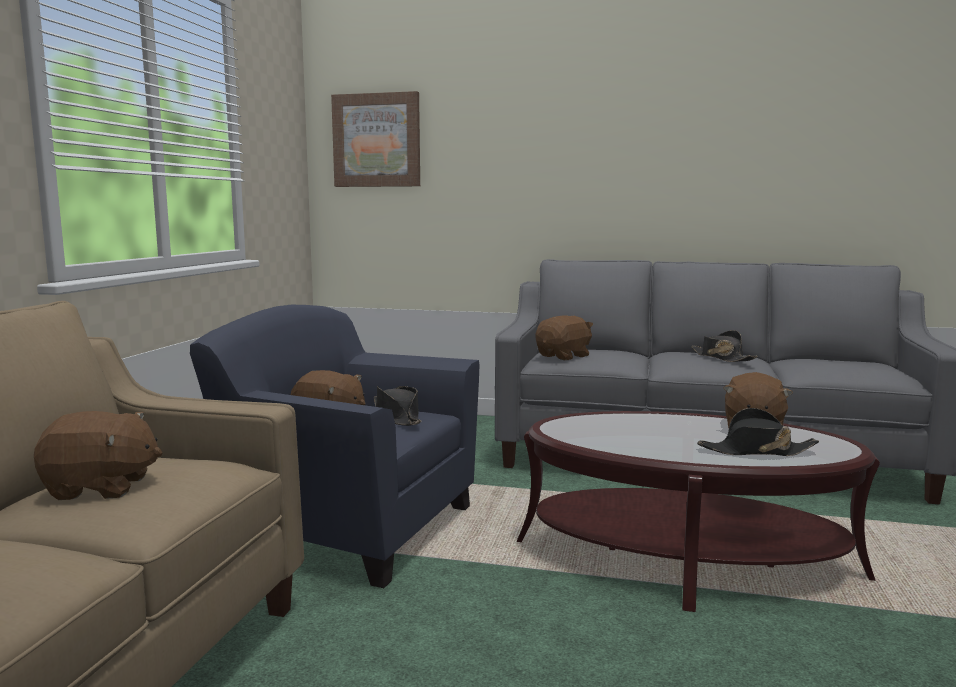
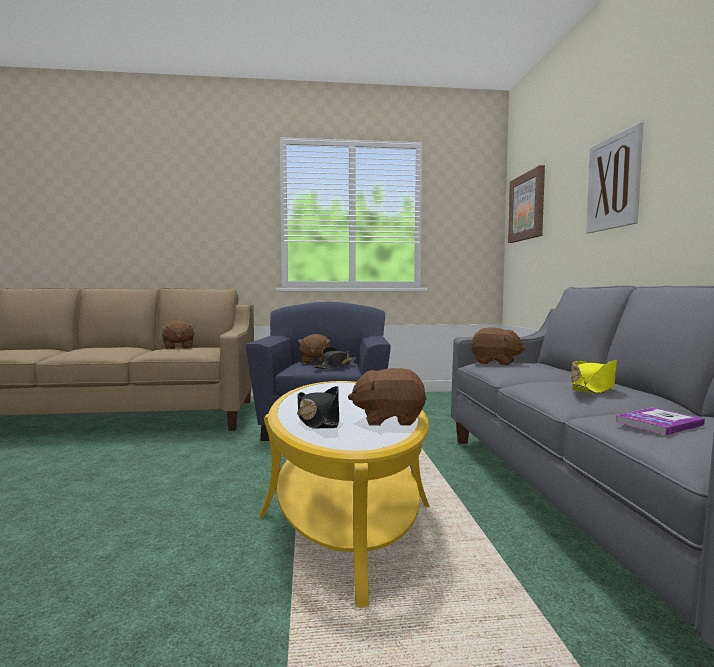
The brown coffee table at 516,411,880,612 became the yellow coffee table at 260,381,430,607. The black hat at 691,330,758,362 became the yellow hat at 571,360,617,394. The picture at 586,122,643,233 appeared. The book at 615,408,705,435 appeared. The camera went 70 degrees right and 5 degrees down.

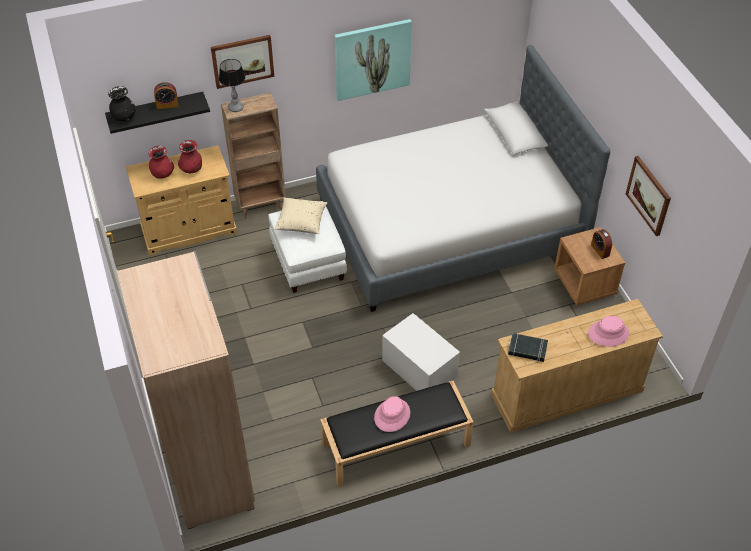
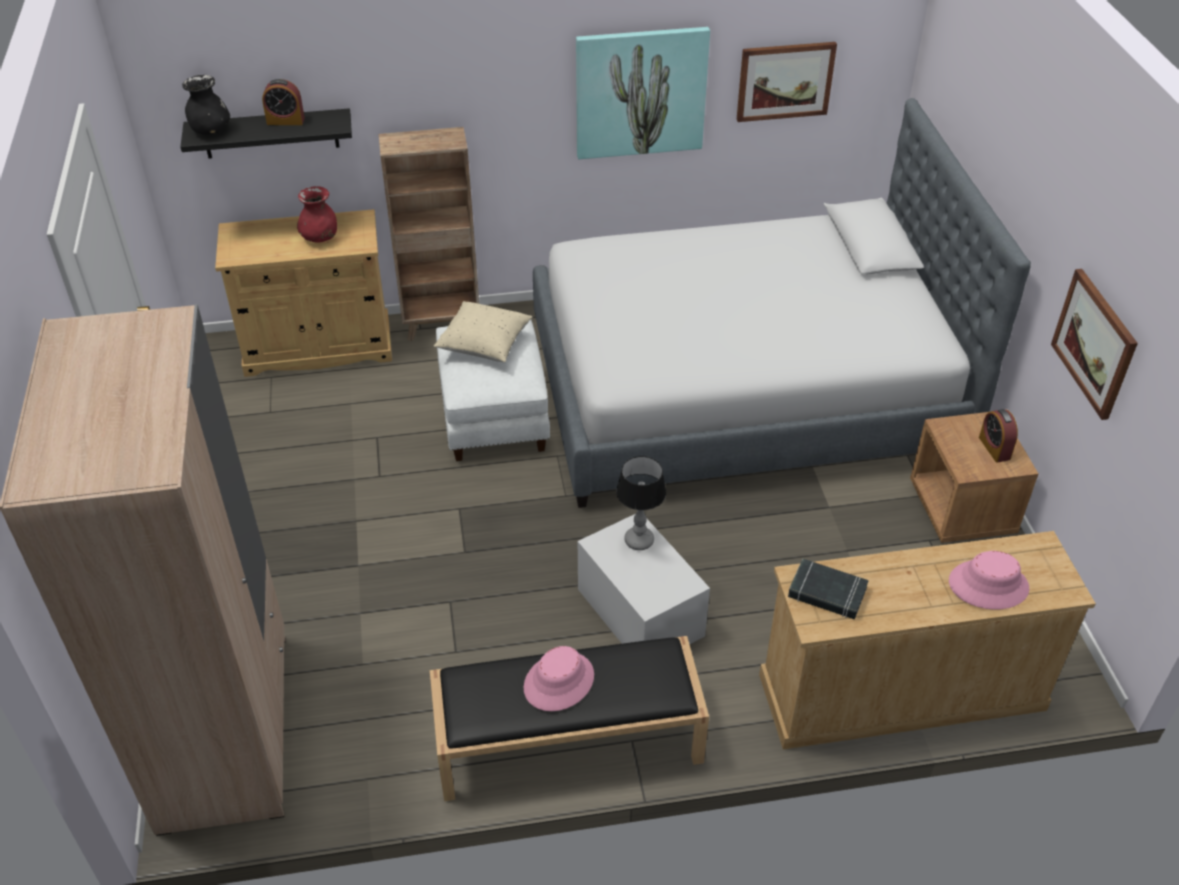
The red vase at 148,146,174,179 disappeared. The picture moved from 211,35,274,89 to 737,42,837,122. The table lamp moved from 219,59,245,112 to 616,456,666,550. The camera went 10 degrees right and 5 degrees down.

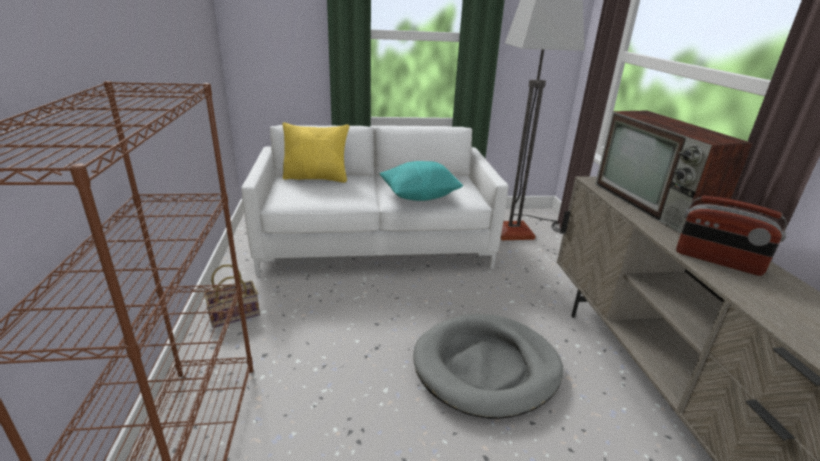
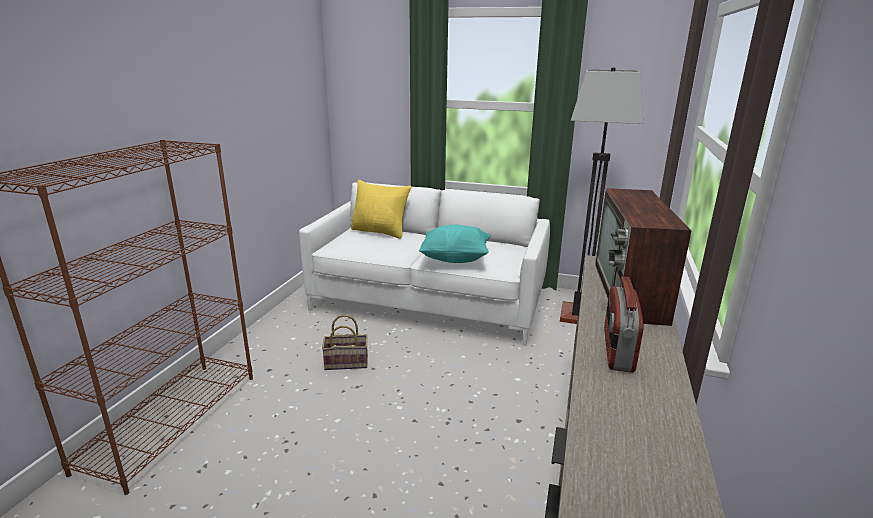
The basket moved from 204,264,260,328 to 322,315,368,370. The grey dog bed at 413,314,564,419 disappeared. The radio at 676,195,787,276 turned 45 degrees clockwise. The camera went 25 degrees right and 5 degrees down.

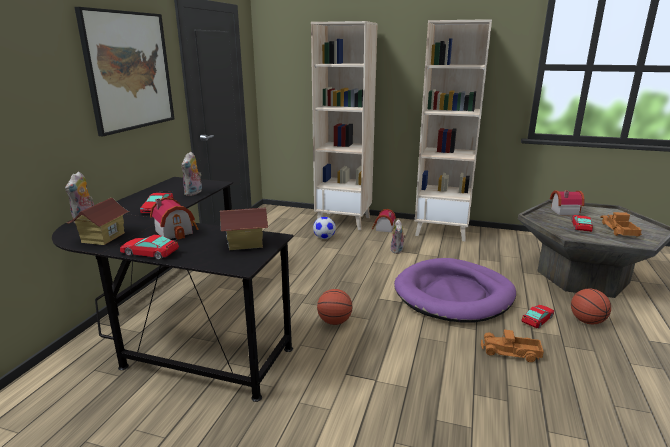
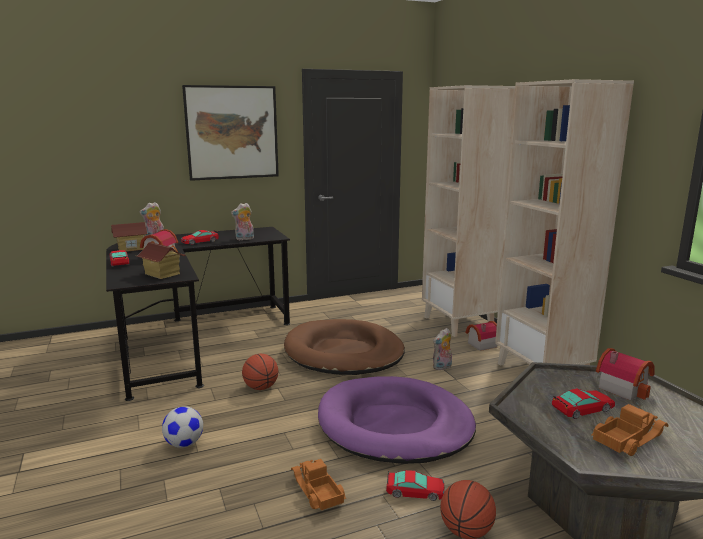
The football moved from 313,217,336,239 to 162,406,203,448. The brown dog bed at 284,319,405,375 appeared. The camera went 50 degrees right and 5 degrees down.

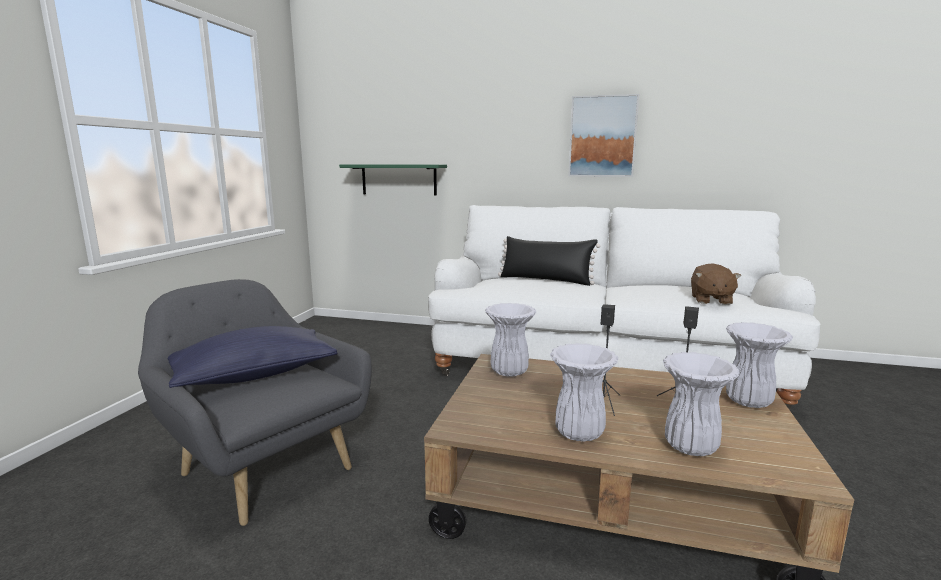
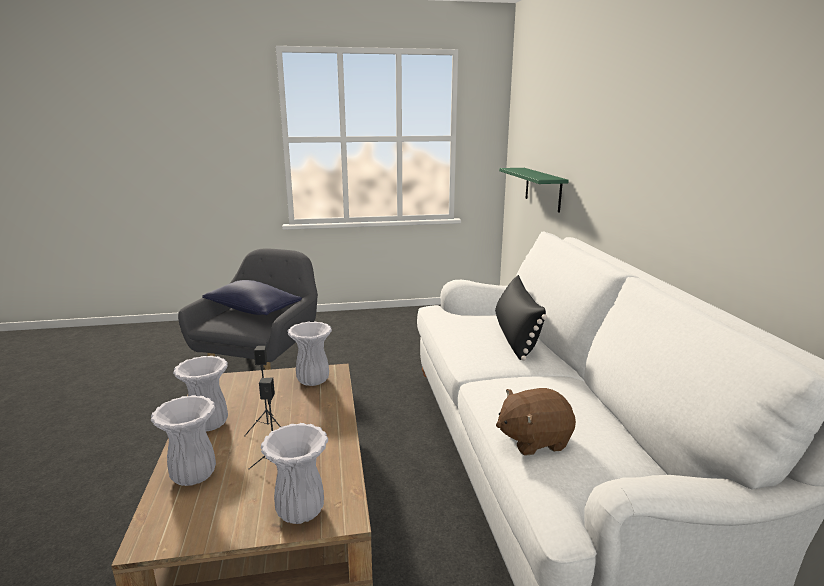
The picture at 568,94,639,177 disappeared. The camera went 65 degrees right and 5 degrees up.

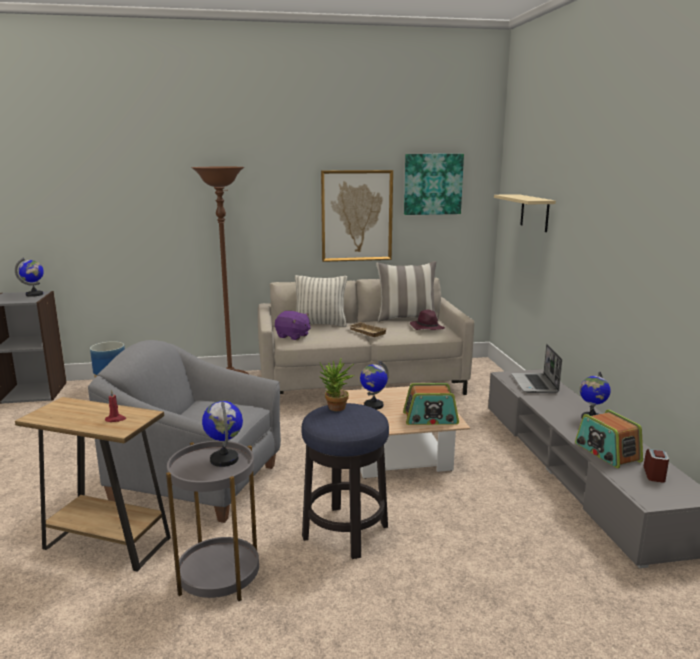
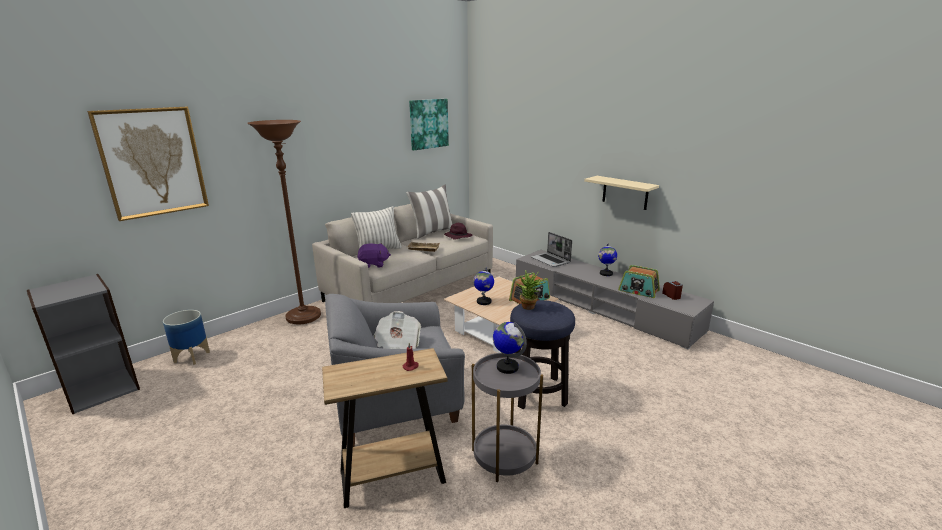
The globe at 15,258,44,297 disappeared. The picture moved from 321,170,393,262 to 87,107,209,221. The beige shelf moved from 494,194,556,232 to 584,176,659,210. The newspaper at 374,311,421,349 appeared. The camera went 35 degrees left and 5 degrees up.

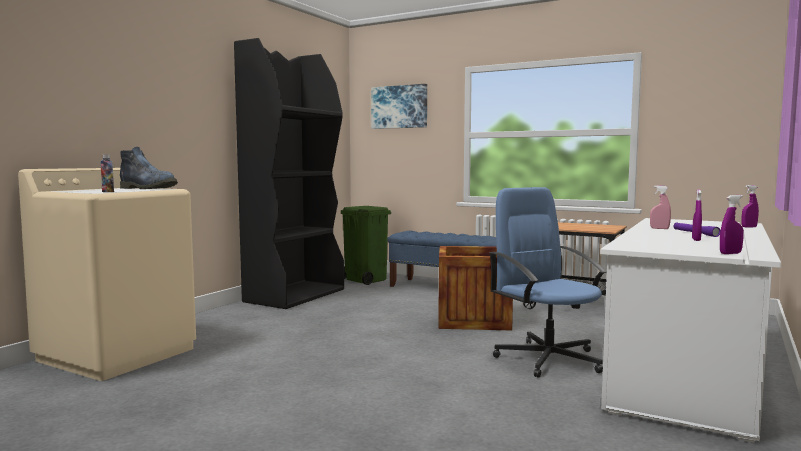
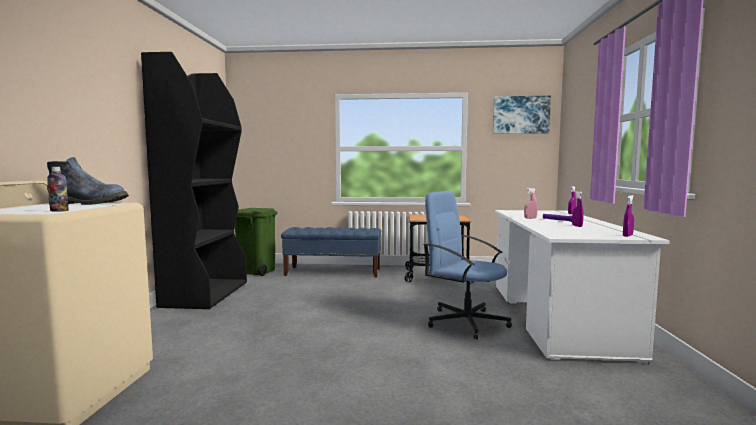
The picture moved from 371,84,427,129 to 493,96,551,134. The crate at 438,246,513,330 disappeared. The camera went 25 degrees left and 0 degrees up.

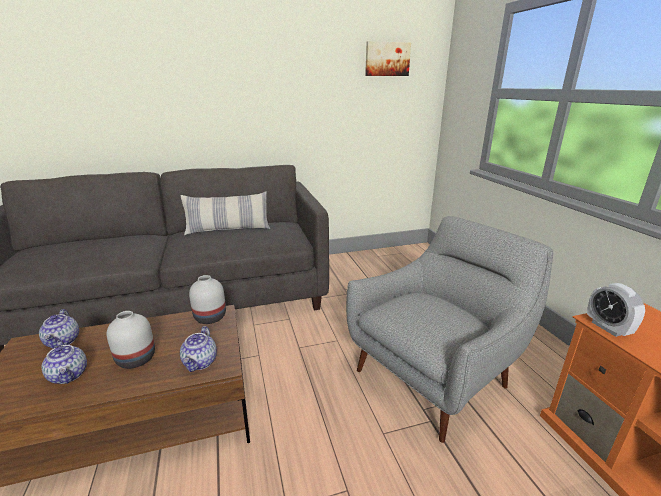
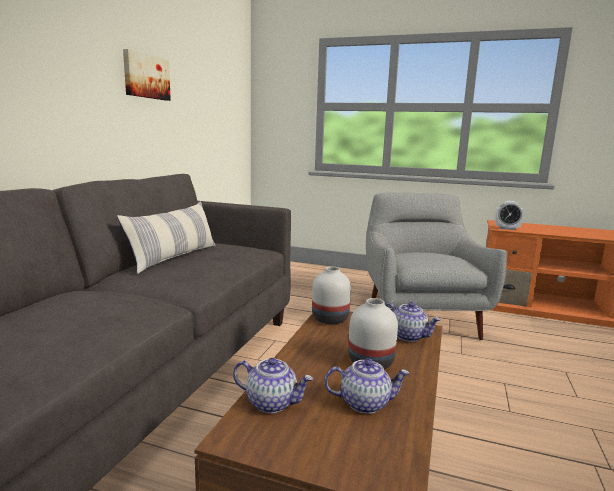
The picture moved from 365,41,411,76 to 123,49,171,101. The camera went 55 degrees left and 10 degrees down.

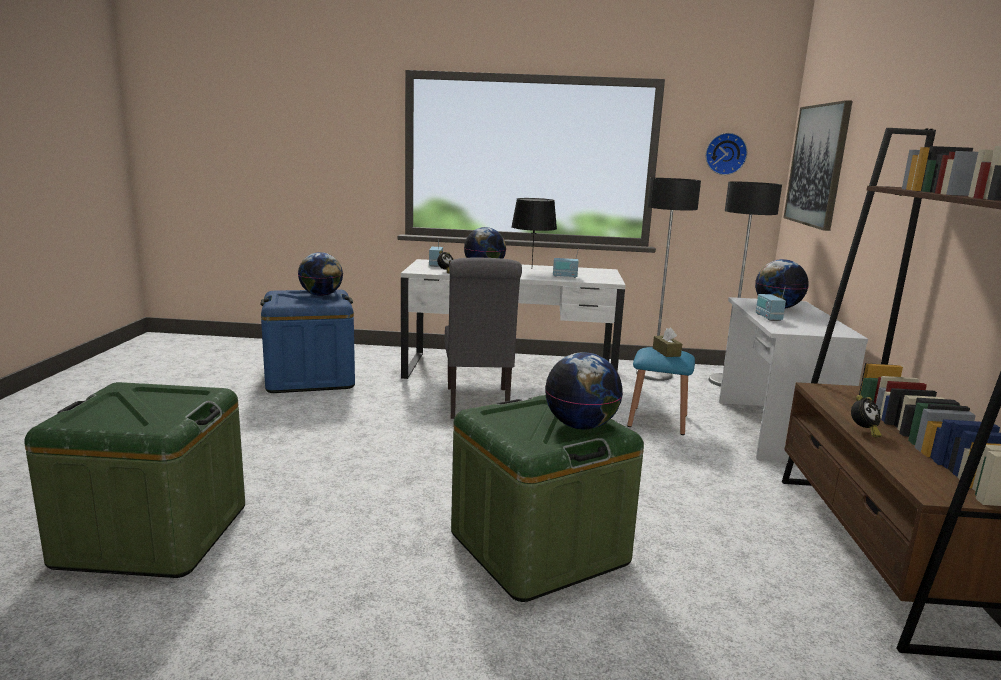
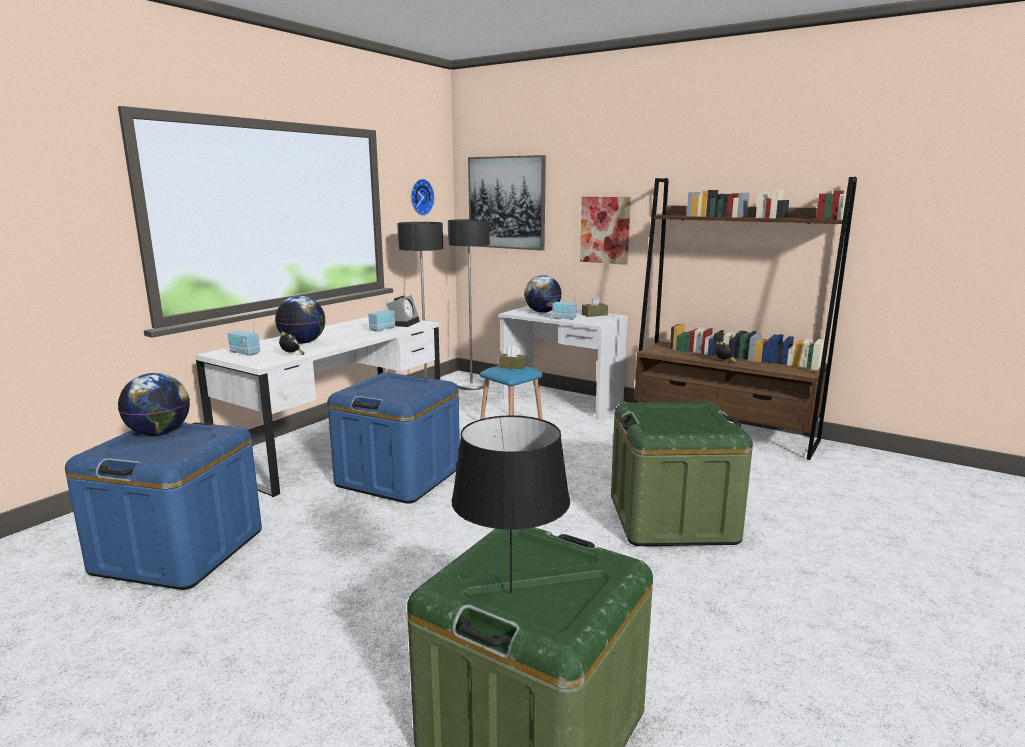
The grey chair at 445,258,522,419 was replaced by the blue storage box at 327,372,460,504. The black table lamp moved from 511,198,557,264 to 451,415,570,593. The globe at 545,352,623,429 disappeared. The alarm clock at 387,295,420,327 appeared. The picture at 580,197,631,265 appeared. The brown tissue box at 582,296,608,317 appeared. The camera went 60 degrees left and 0 degrees up.

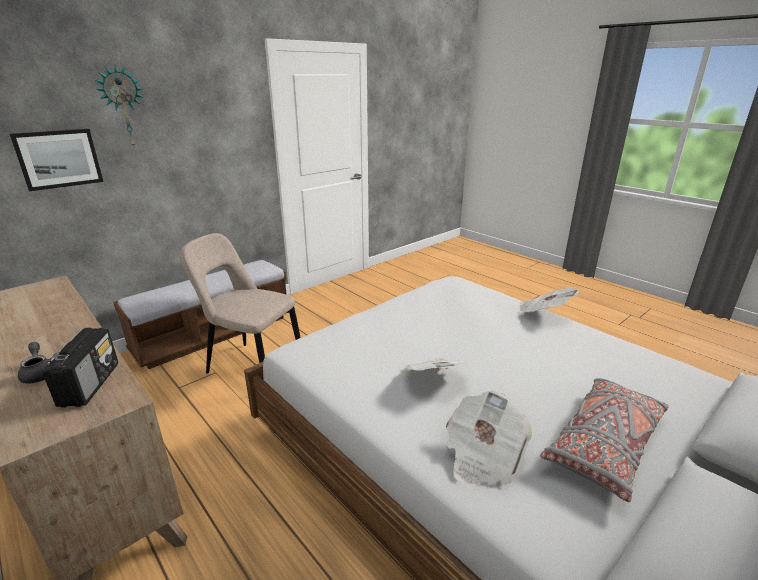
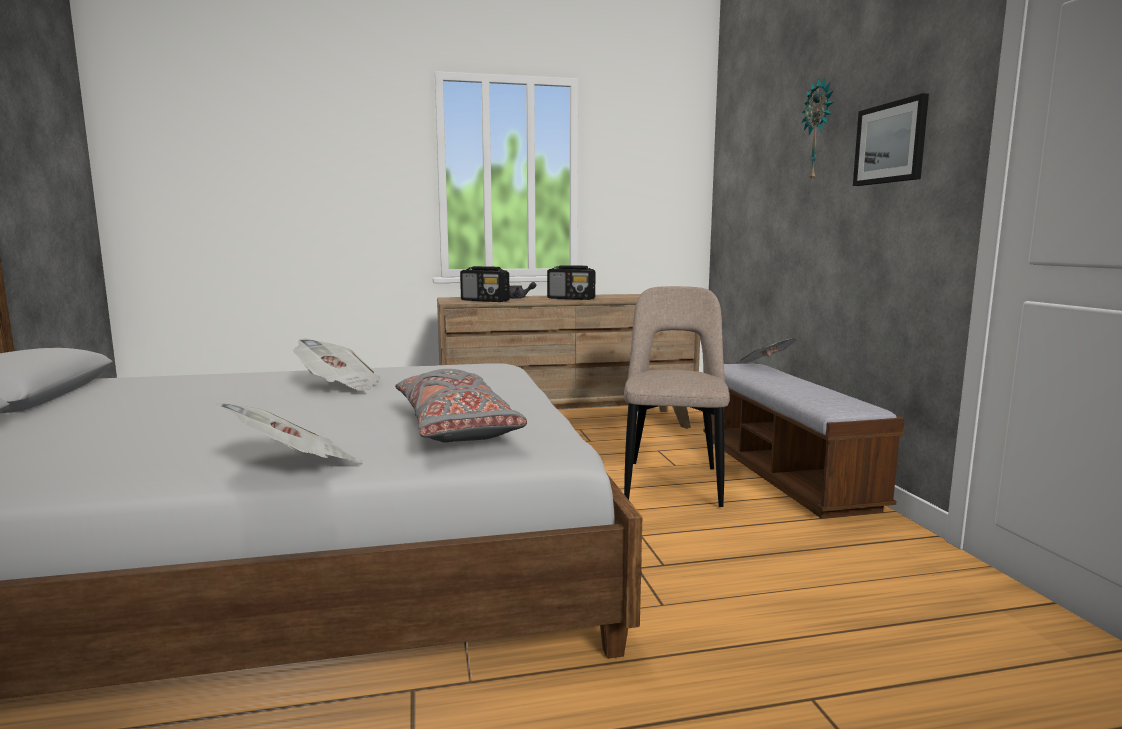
The picture moved from 10,129,103,191 to 853,93,929,186. The beige chair at 179,233,300,374 turned 45 degrees counterclockwise. The newspaper moved from 446,391,532,485 to 736,338,797,363. The grey pillow moved from 540,378,669,502 to 395,369,527,443. The radio at 547,265,595,300 appeared. The camera went 120 degrees right and 15 degrees down.

